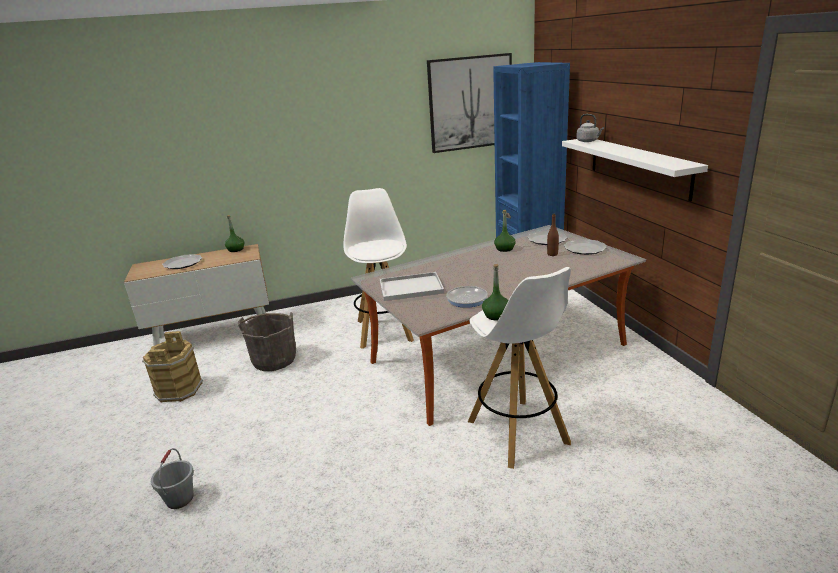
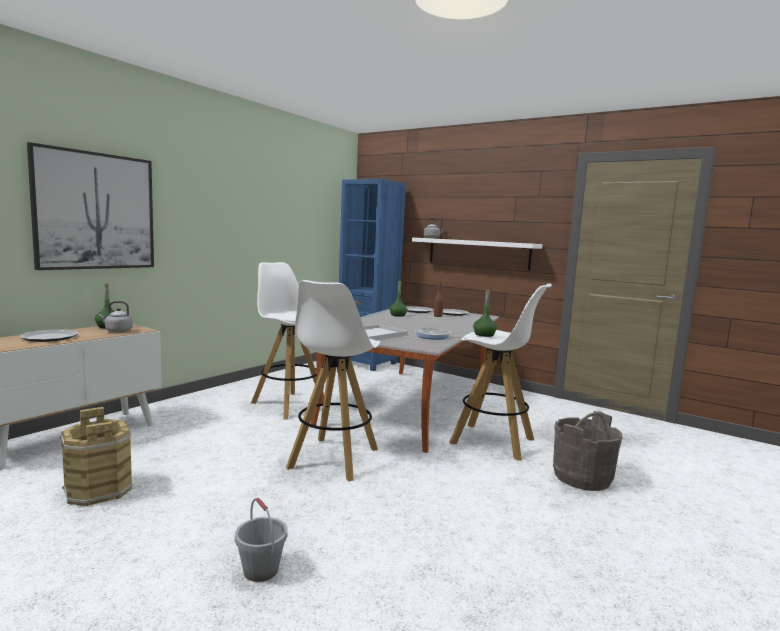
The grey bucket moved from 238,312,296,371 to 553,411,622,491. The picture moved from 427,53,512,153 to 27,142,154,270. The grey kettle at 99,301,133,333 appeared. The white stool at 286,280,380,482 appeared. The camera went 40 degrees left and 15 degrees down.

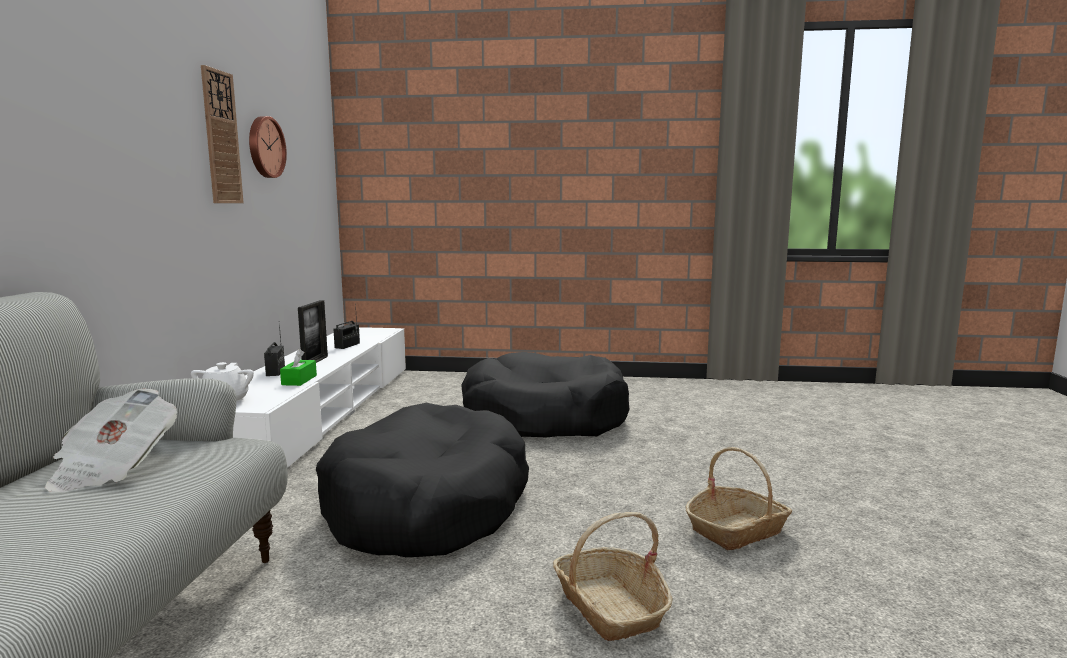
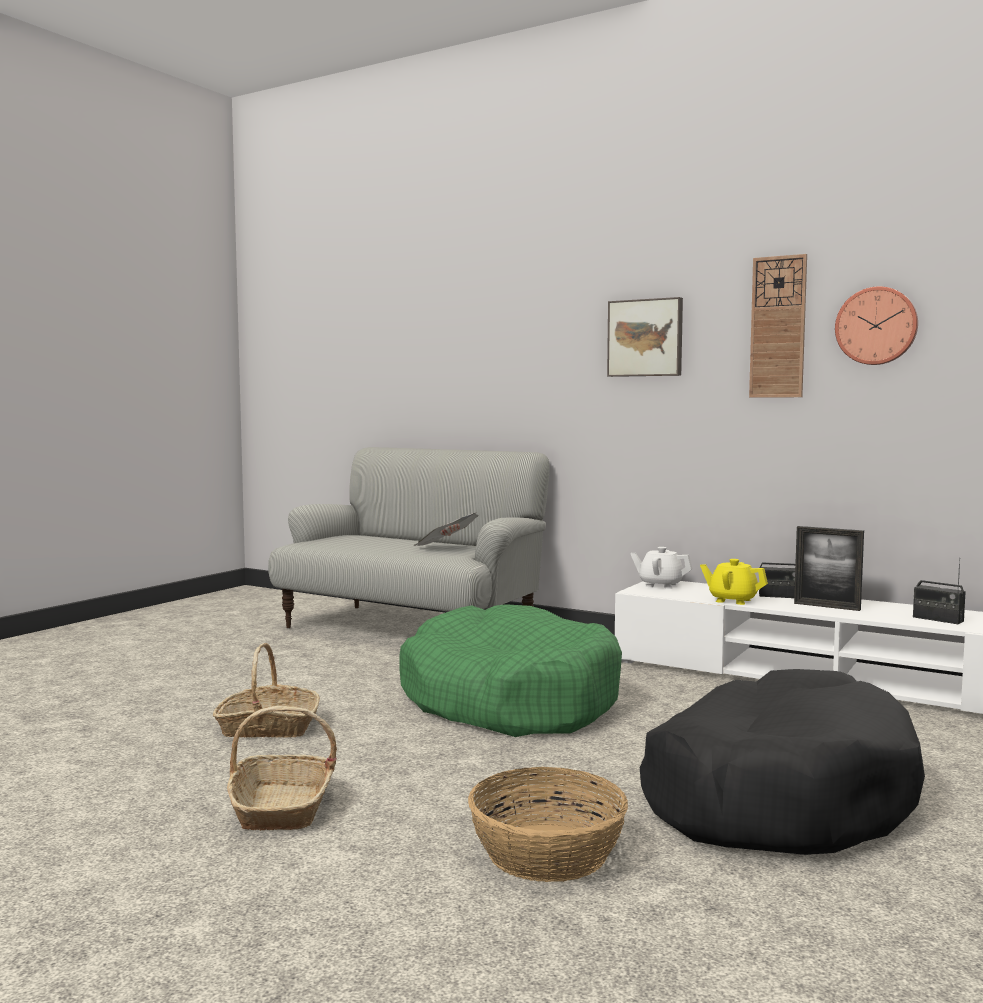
The green tissue box at 280,349,317,386 was replaced by the yellow teapot at 700,559,768,605. The black dog bed at 316,403,529,557 became the green dog bed at 399,604,622,737. The basket at 468,767,628,882 appeared. The picture at 607,297,683,377 appeared. The camera went 115 degrees right and 5 degrees down.

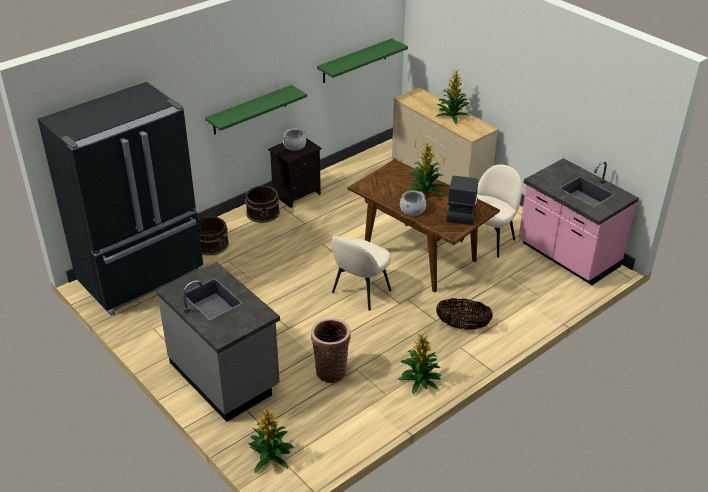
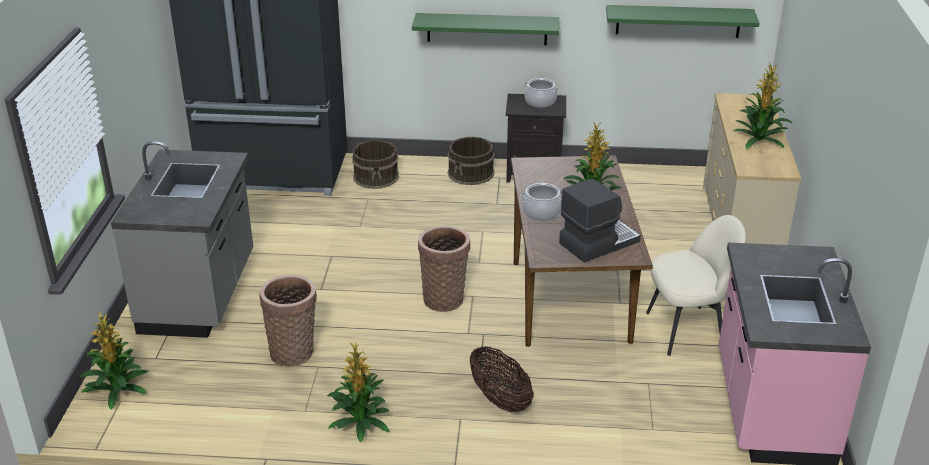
The beige chair at 332,236,391,311 was replaced by the basket at 418,226,470,312. The camera went 45 degrees right and 5 degrees down.

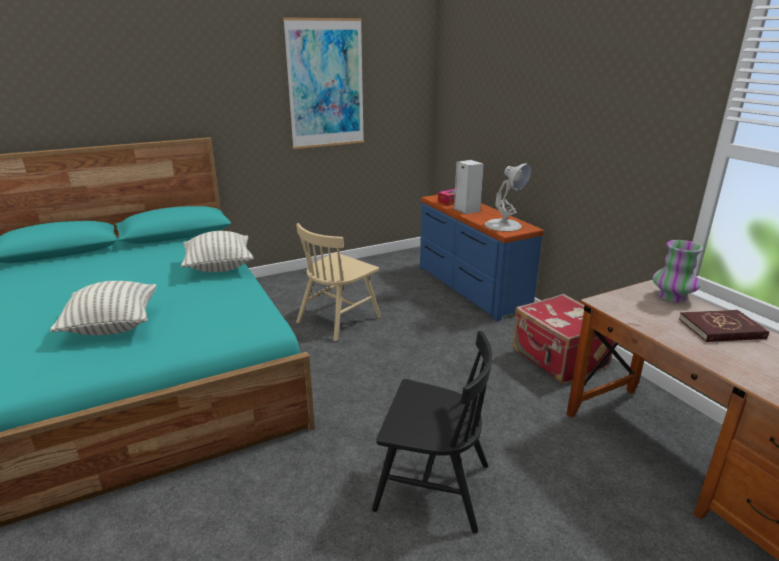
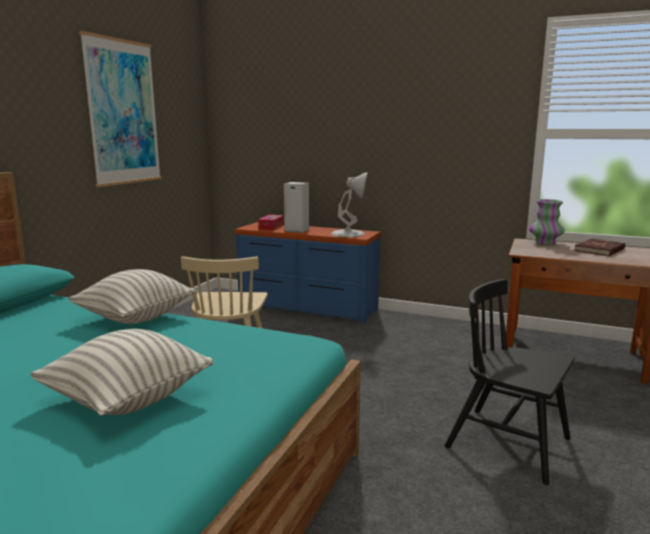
The black chair at 372,331,493,533 turned 120 degrees counterclockwise. The red suitcase at 513,294,615,384 disappeared. The camera went 40 degrees left and 10 degrees down.

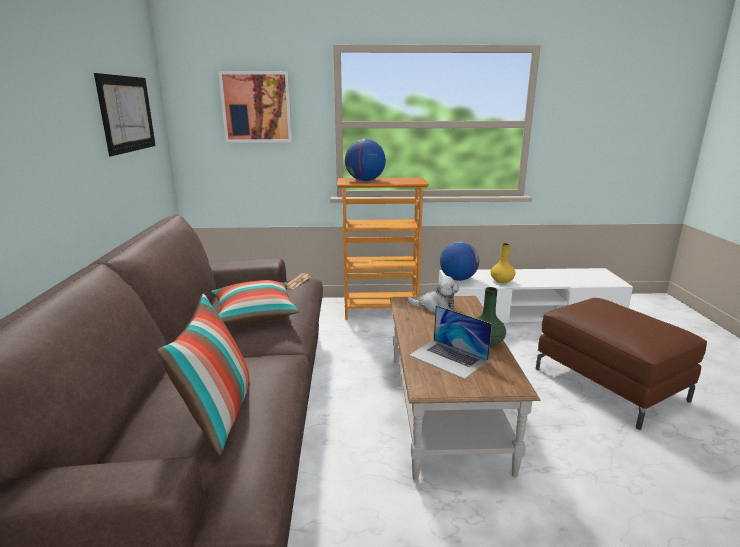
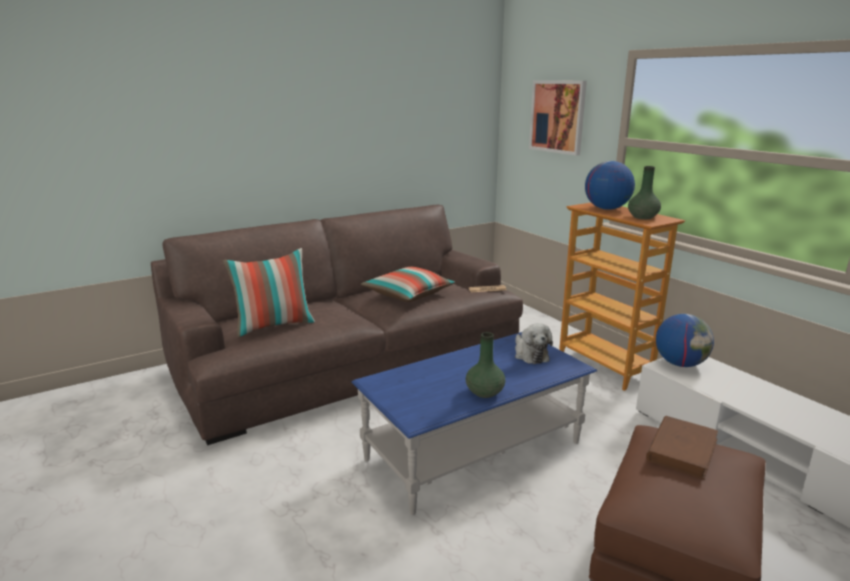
The picture at 94,73,156,156 disappeared. The brown coffee table at 390,296,541,480 became the blue coffee table at 351,332,597,515. The laptop at 409,305,492,379 disappeared. The yellow vase at 491,243,515,283 disappeared. The green vase at 628,166,661,219 appeared. The brown book at 646,416,718,480 appeared. The camera went 60 degrees right and 0 degrees up.

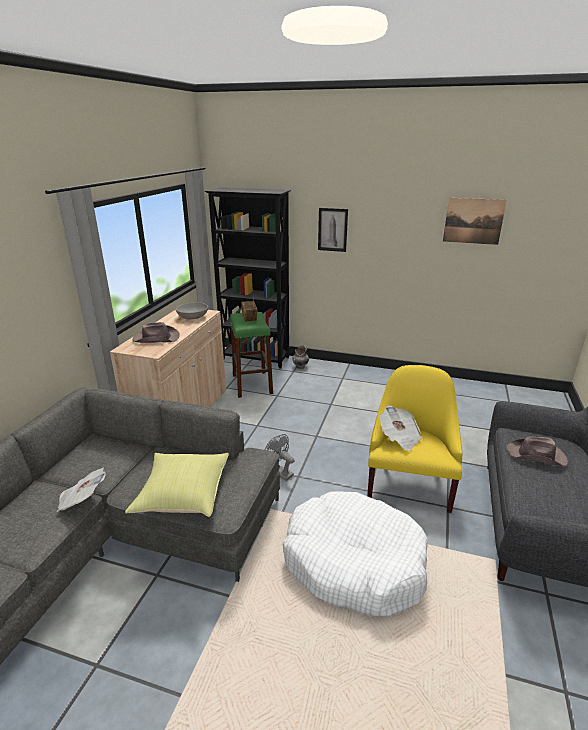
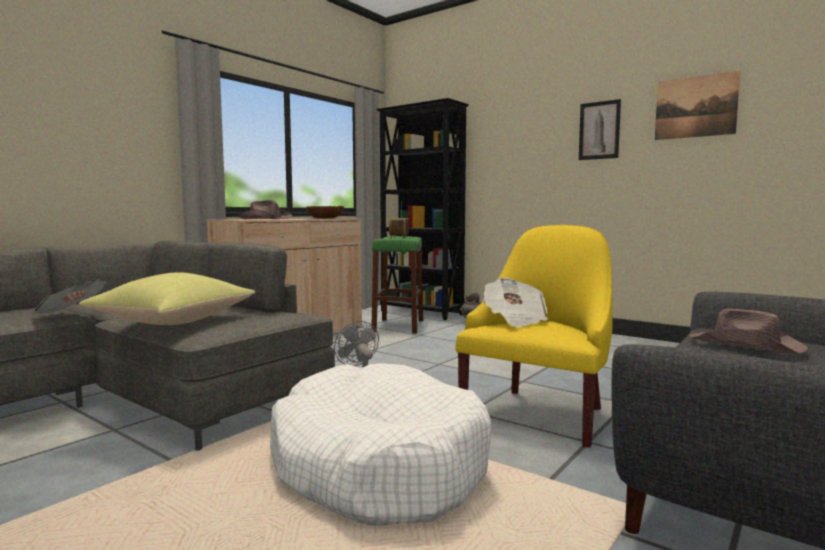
The grey bowl at 176,302,208,319 became the brown bowl at 306,206,344,219. The picture moved from 318,208,348,252 to 579,99,621,160. The camera went 20 degrees right and 20 degrees down.

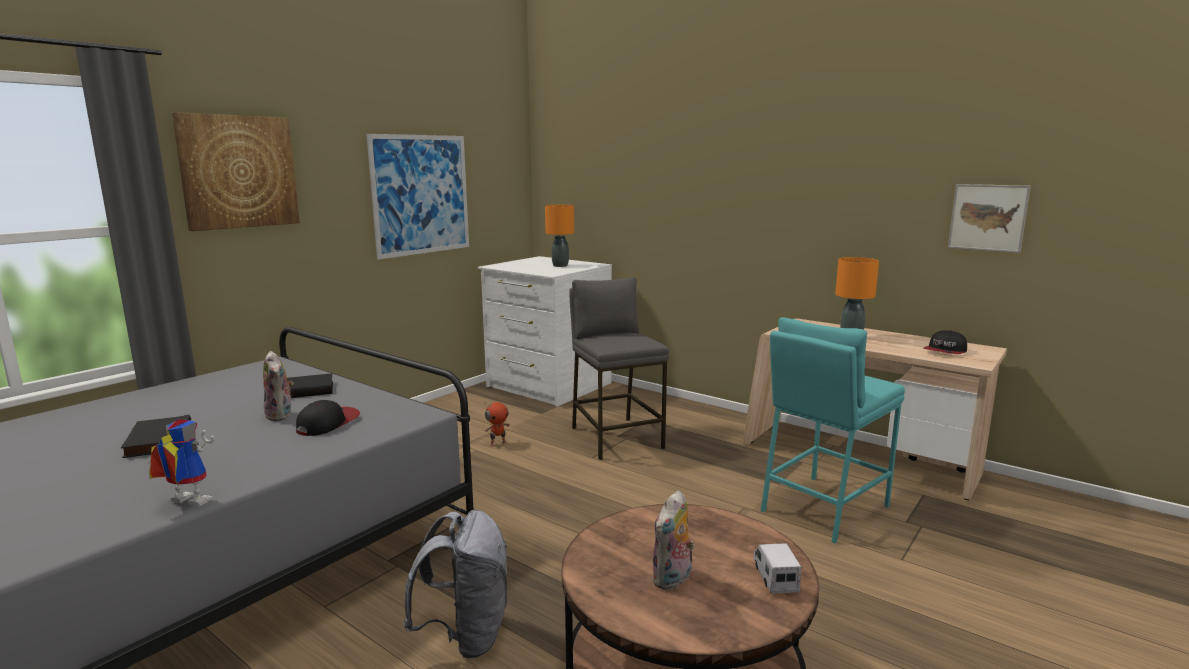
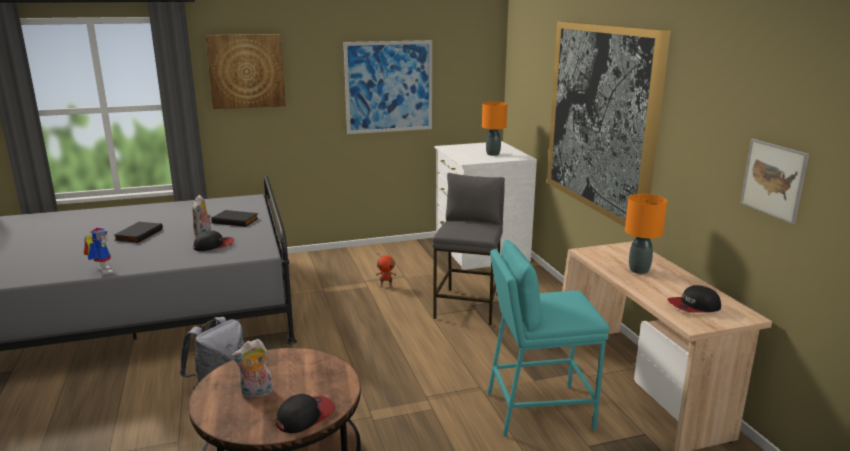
The toy truck at 753,543,801,594 was replaced by the cap at 276,394,335,433. The picture at 547,21,671,227 appeared. The camera went 35 degrees right and 5 degrees up.

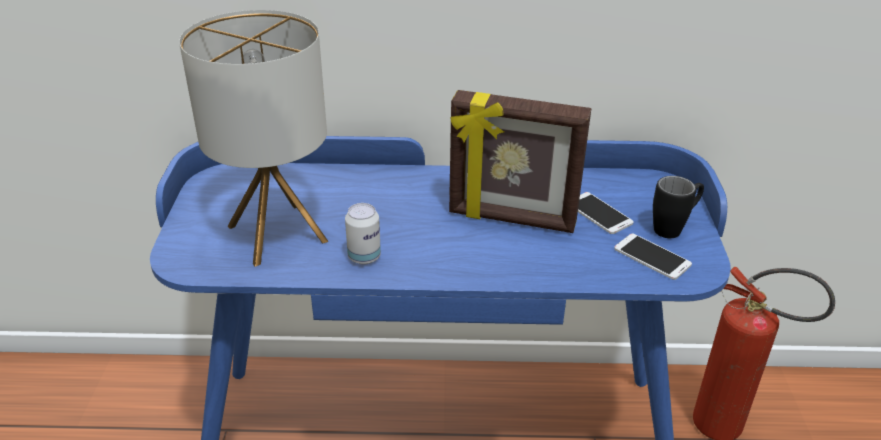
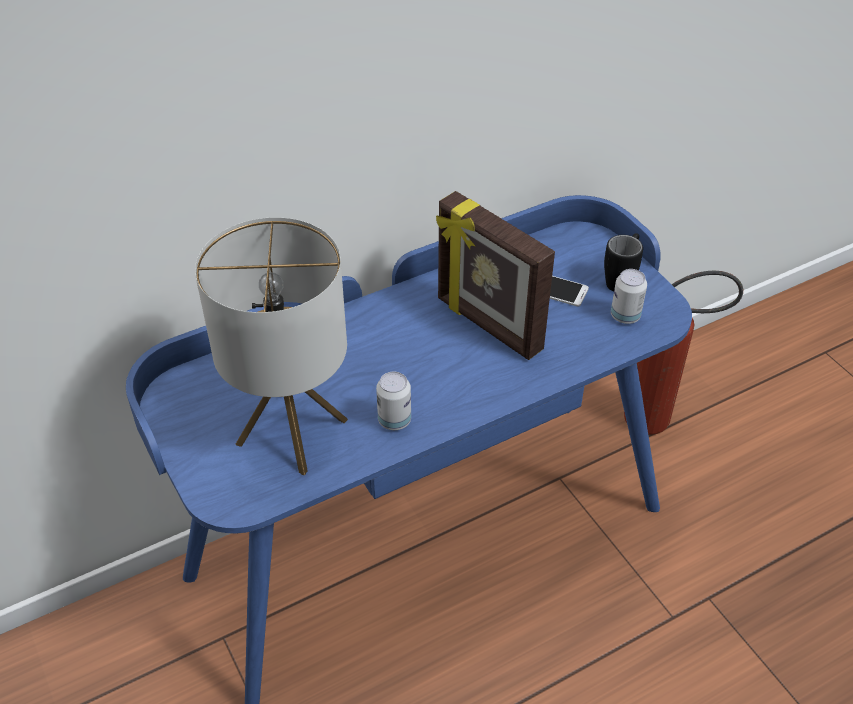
The picture frame at 449,90,591,233 turned 60 degrees clockwise. The phone at 614,234,692,280 was replaced by the can at 611,269,647,324. The camera went 30 degrees left and 10 degrees up.

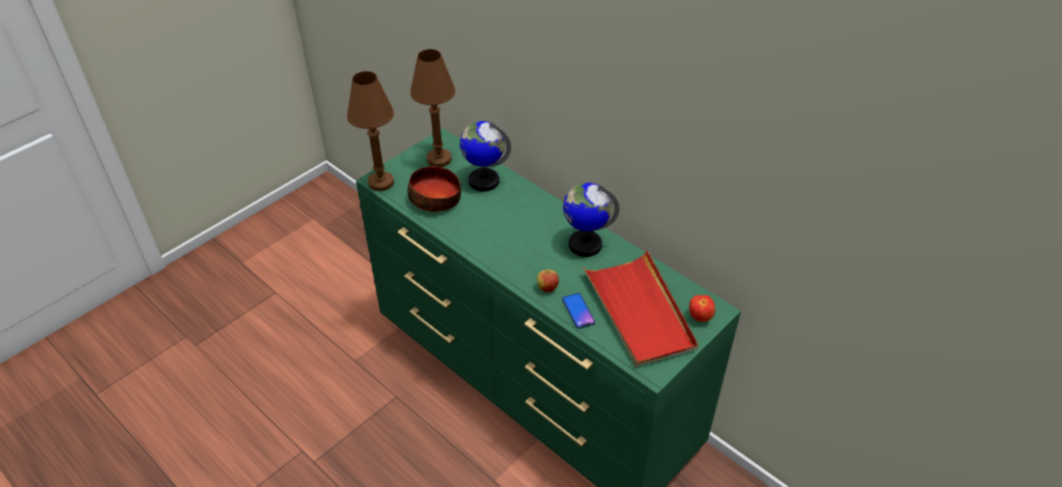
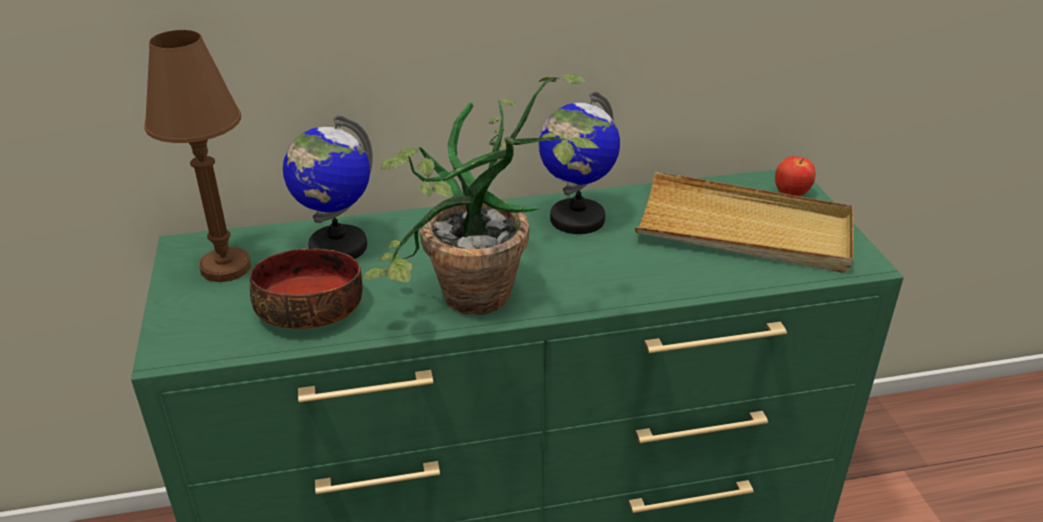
The brown table lamp at 347,71,394,191 disappeared. The apple at 537,266,559,292 disappeared. The phone at 562,293,595,329 disappeared. The red tray at 583,251,698,367 became the beige tray at 635,172,854,273. The potted plant at 364,74,600,315 appeared. The camera went 55 degrees left and 10 degrees down.

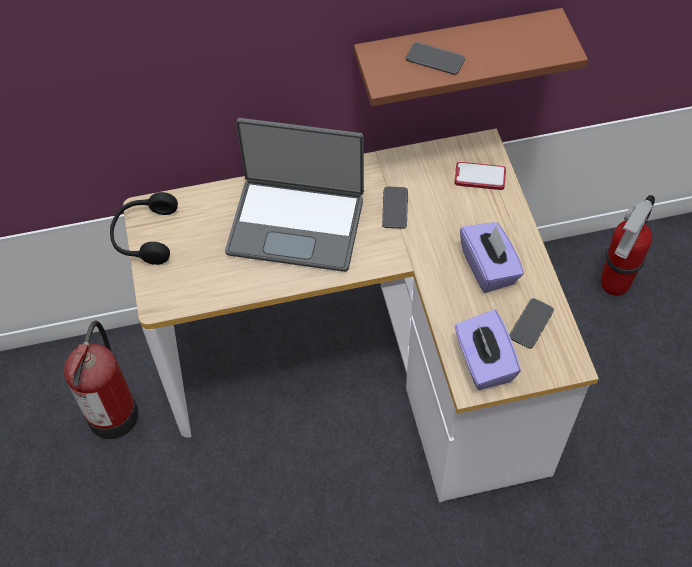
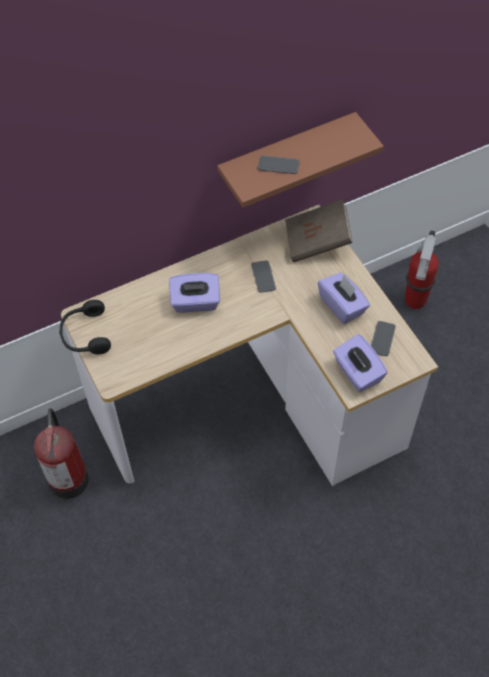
The laptop at 225,118,364,272 was replaced by the purple tissue box at 169,273,220,313. The phone at 454,162,506,190 was replaced by the brown book at 285,199,353,262. The camera went 15 degrees left and 0 degrees up.

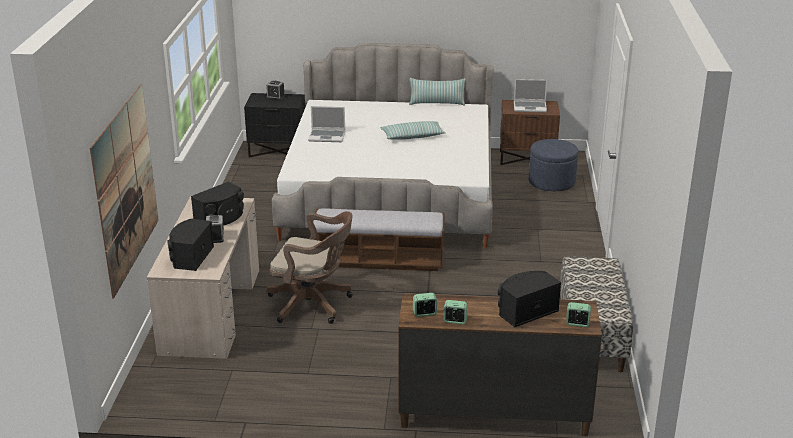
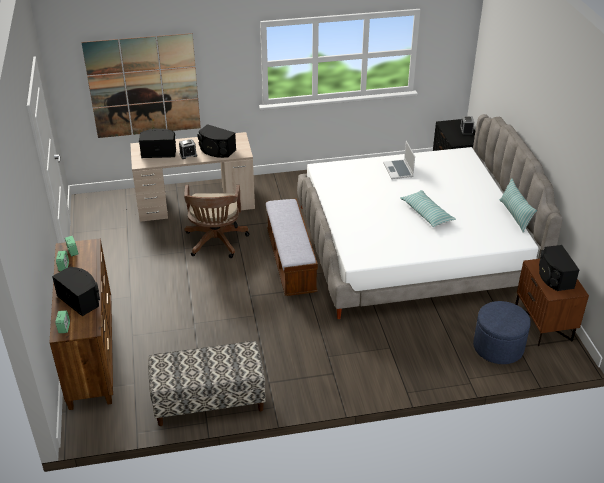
The laptop at 514,79,547,113 was replaced by the black speaker at 539,245,579,291. The camera went 75 degrees right and 10 degrees up.

